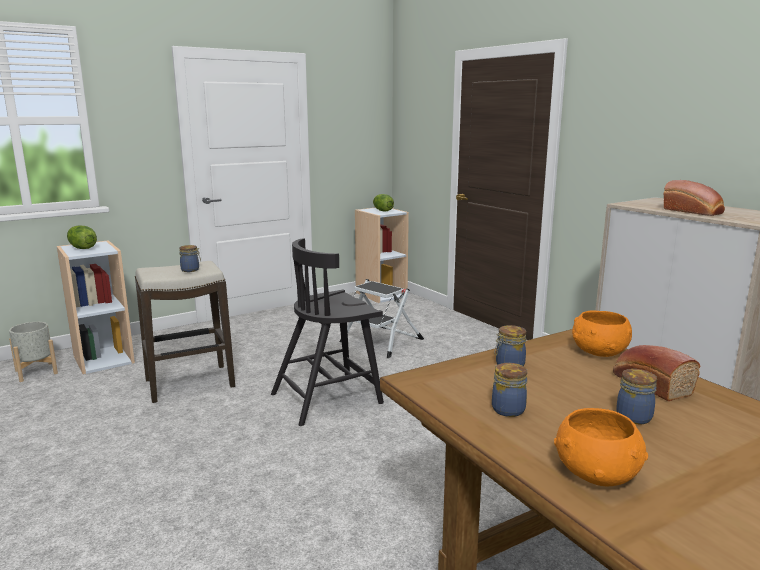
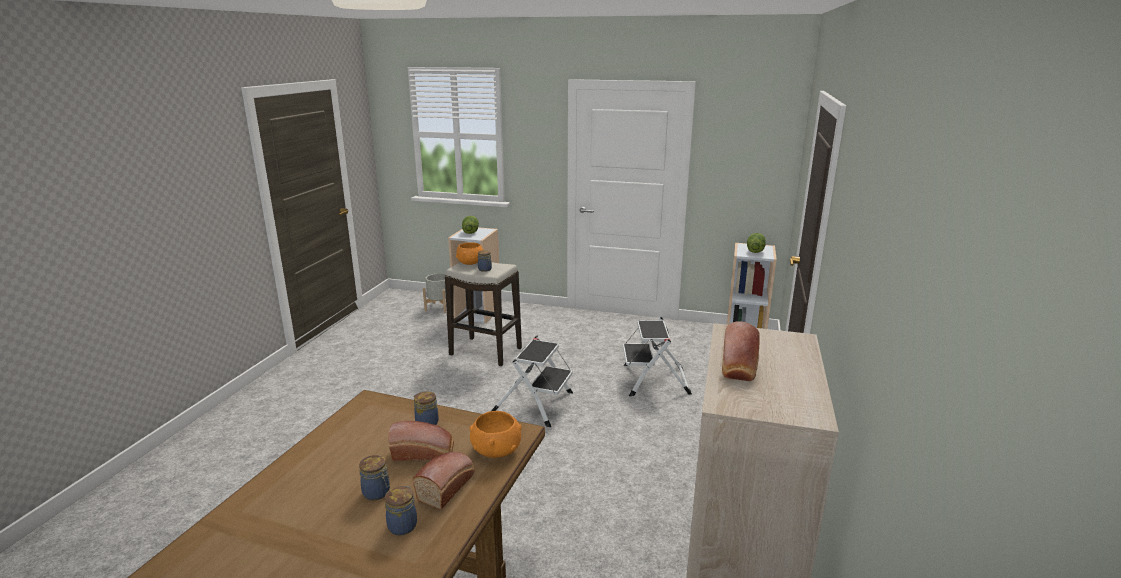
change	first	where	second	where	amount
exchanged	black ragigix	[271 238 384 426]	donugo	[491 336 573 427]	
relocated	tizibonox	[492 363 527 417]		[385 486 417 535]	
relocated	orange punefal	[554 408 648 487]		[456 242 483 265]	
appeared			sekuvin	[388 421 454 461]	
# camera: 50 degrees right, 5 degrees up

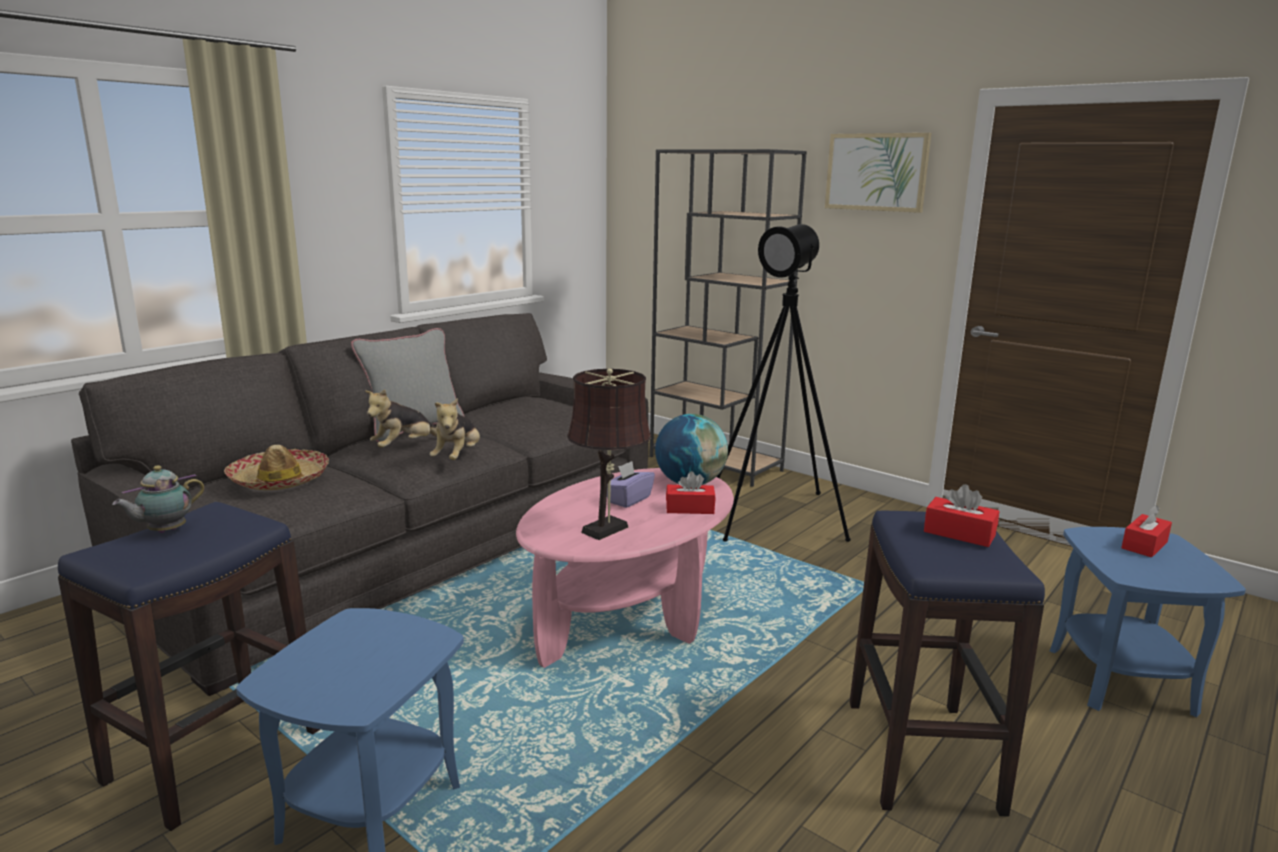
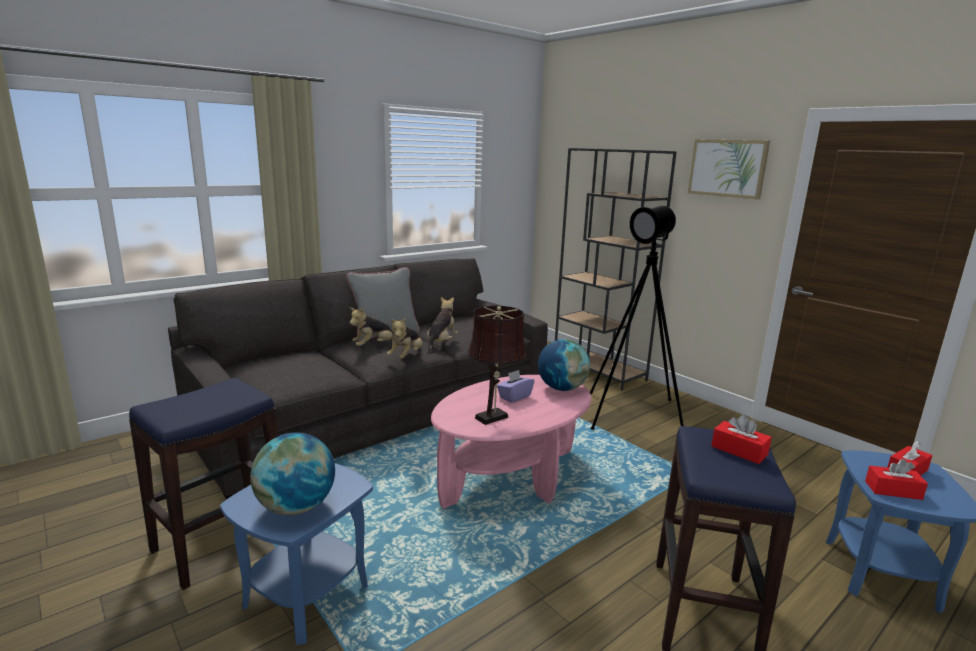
change	first	where	second	where	amount
missing	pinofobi	[112 465 205 533]			
missing	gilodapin	[224 445 329 490]			
relocated	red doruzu	[666 471 715 514]		[865 459 928 500]	
appeared			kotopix	[250 432 335 515]	
appeared			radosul	[427 297 458 352]	
# camera: 10 degrees right, 0 degrees up

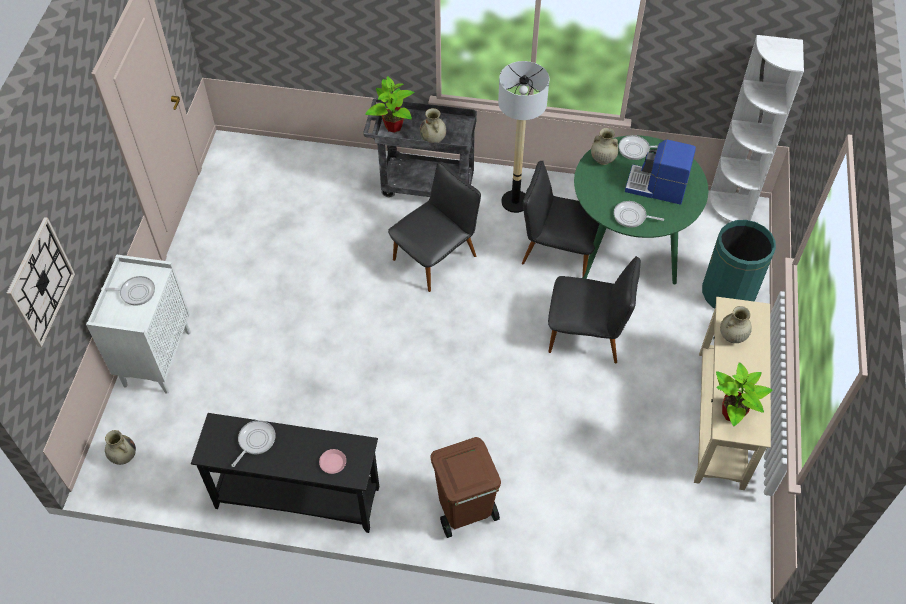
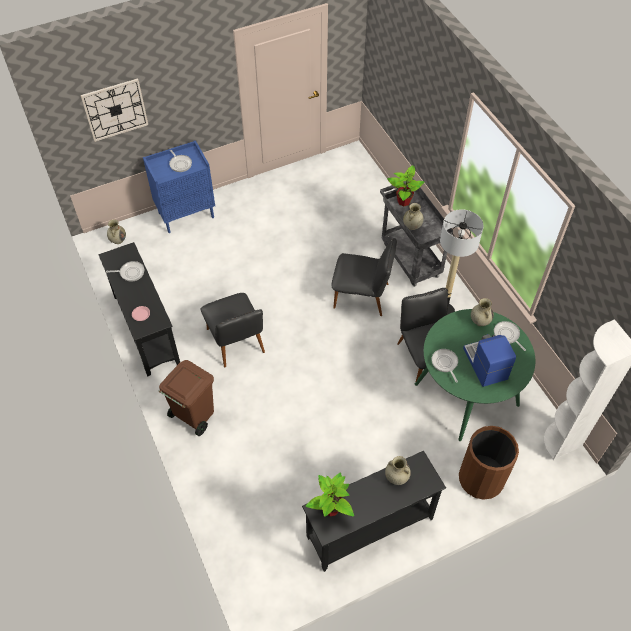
change	first	where	second	where	amount
colour	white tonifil	[86 254 191 394]	blue tonifil	[143 140 215 233]	
relocated	black ragigix	[548 256 641 363]		[201 293 265 367]	
colour	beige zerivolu	[694 297 771 490]	black zerivolu	[302 451 446 572]	
colour	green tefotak	[702 220 776 309]	brown tefotak	[459 426 519 500]	
# camera: 55 degrees right, 0 degrees up

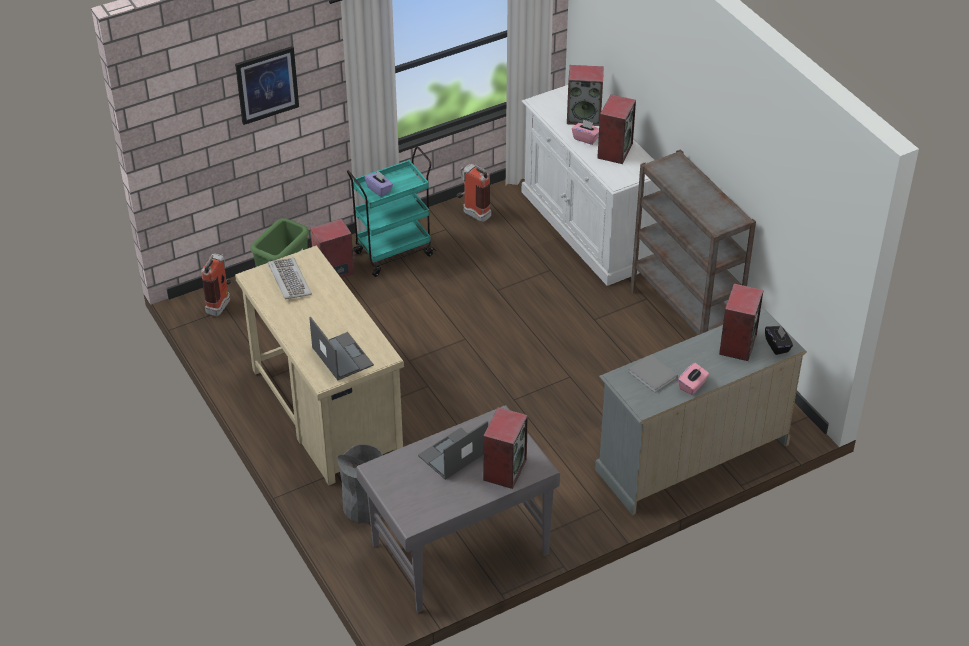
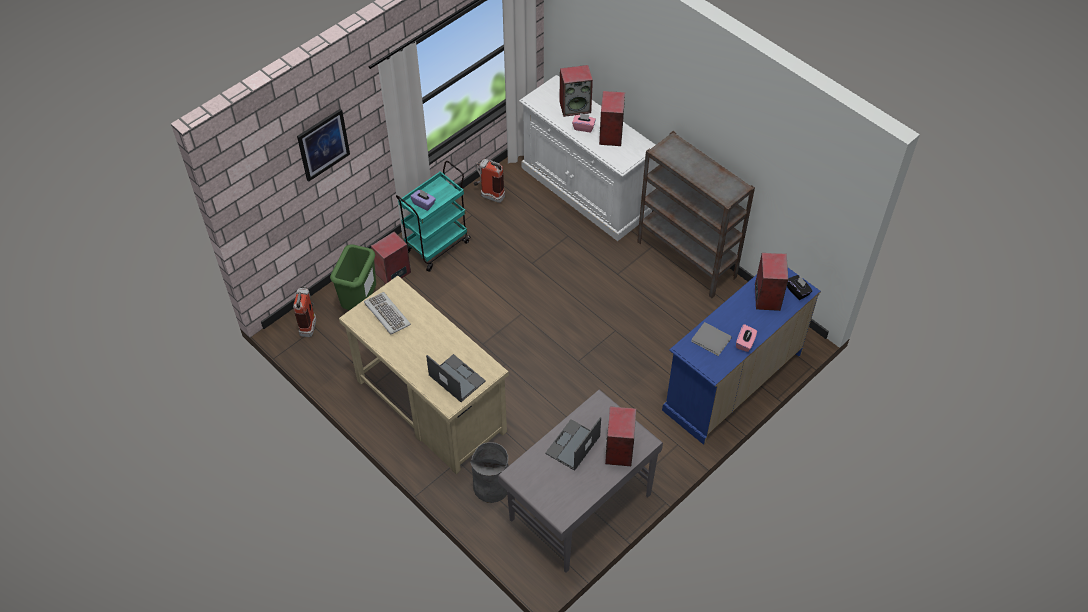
change	first	where	second	where	amount
colour	grey tonifil	[595 308 807 516]	blue tonifil	[662 268 821 445]	
# camera: 15 degrees left, 10 degrees up

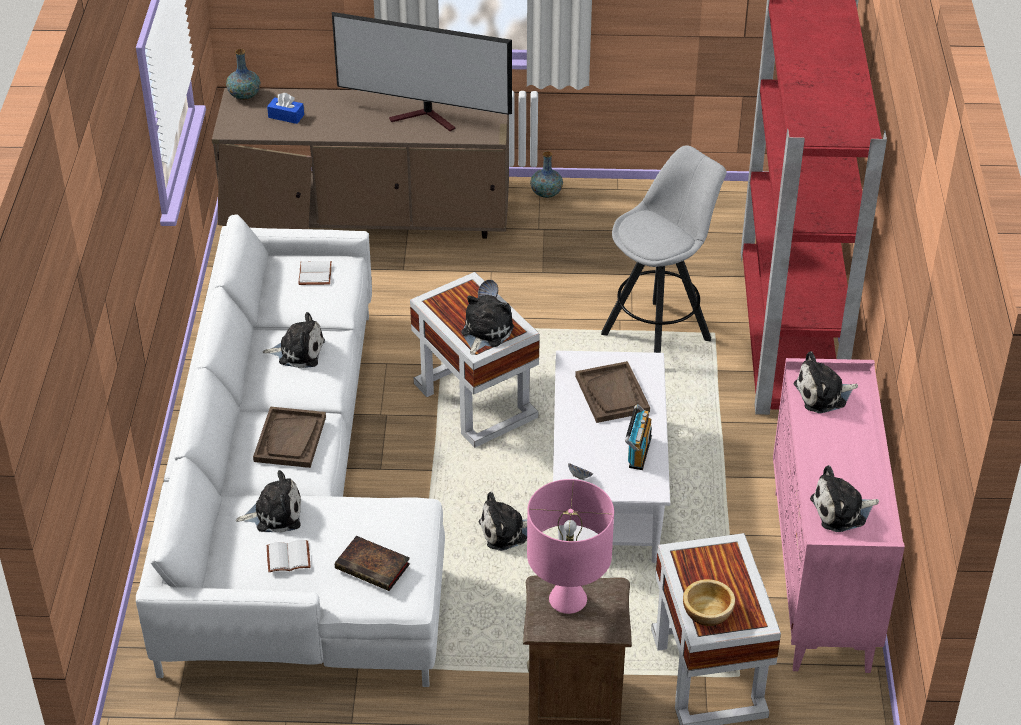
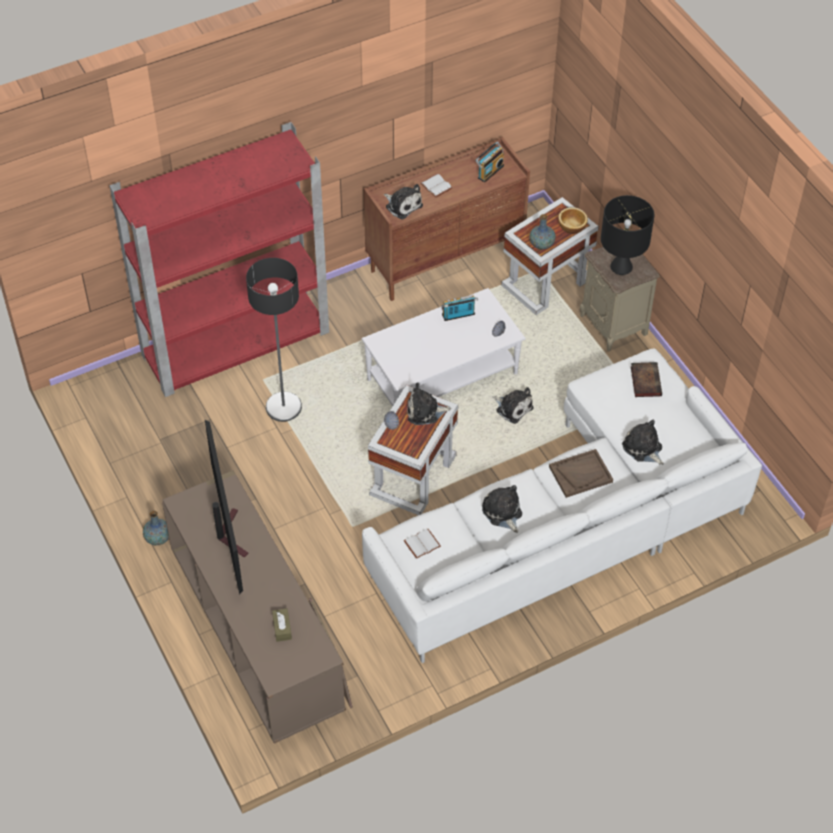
change	first	where	second	where	amount
relocated	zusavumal	[226 49 260 100]		[529 214 556 249]	
colour	blue doruzu	[267 93 304 124]	brown doruzu	[272 608 292 642]	
relocated	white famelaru	[267 540 311 572]		[420 174 453 198]	
colour	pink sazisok	[527 479 614 614]	black sazisok	[601 195 654 275]	
missing	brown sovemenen	[575 361 650 423]			
exchanged	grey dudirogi	[601 146 727 353]	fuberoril	[246 258 302 422]	
colour	pink tonifil	[773 358 905 673]	brown tonifil	[364 137 530 301]	
exchanged	radosul	[810 465 879 532]	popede	[475 142 504 182]	
# camera: 120 degrees left, 10 degrees up

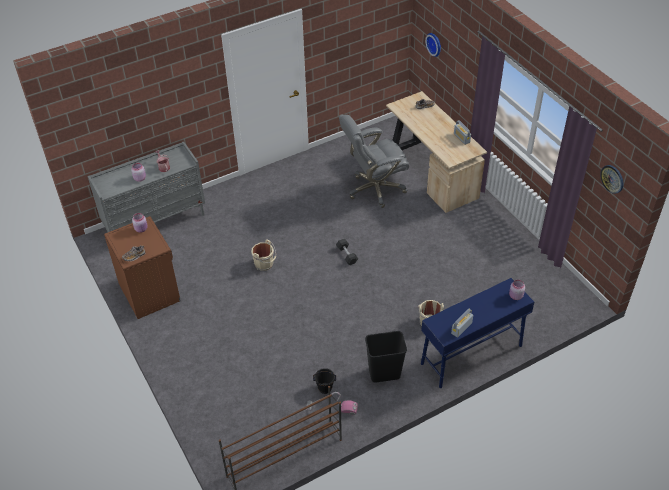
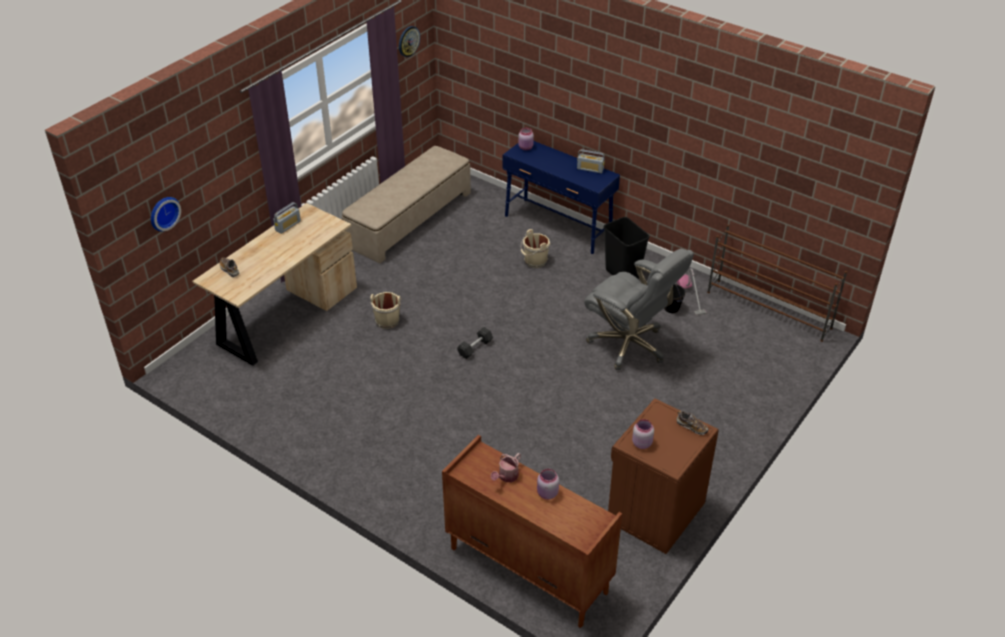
change	first	where	second	where	amount
colour	grey tonifil	[87 142 205 232]	brown tonifil	[442 435 622 628]	
relocated	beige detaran	[251 239 276 271]		[370 292 402 329]	
relocated	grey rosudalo	[339 114 409 208]		[584 249 694 370]	
appeared			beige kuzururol	[342 146 471 263]	
# camera: 115 degrees left, 5 degrees down

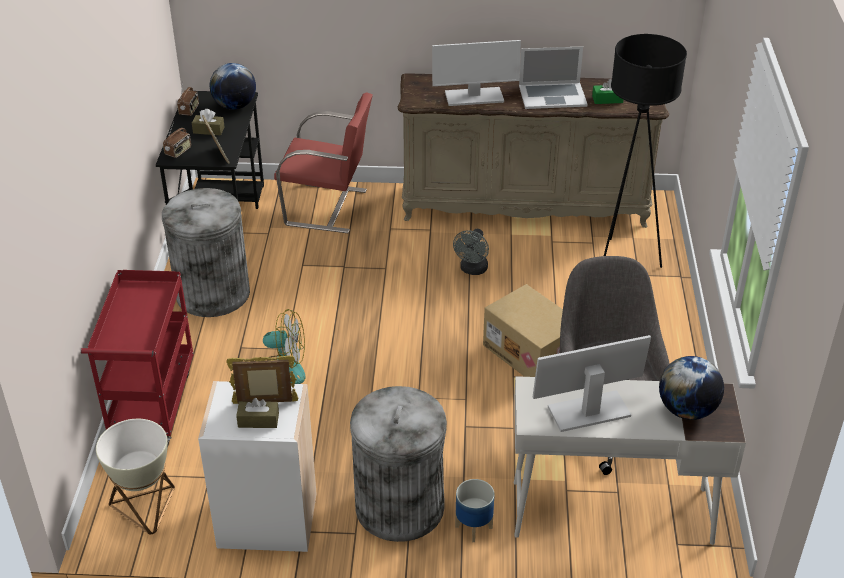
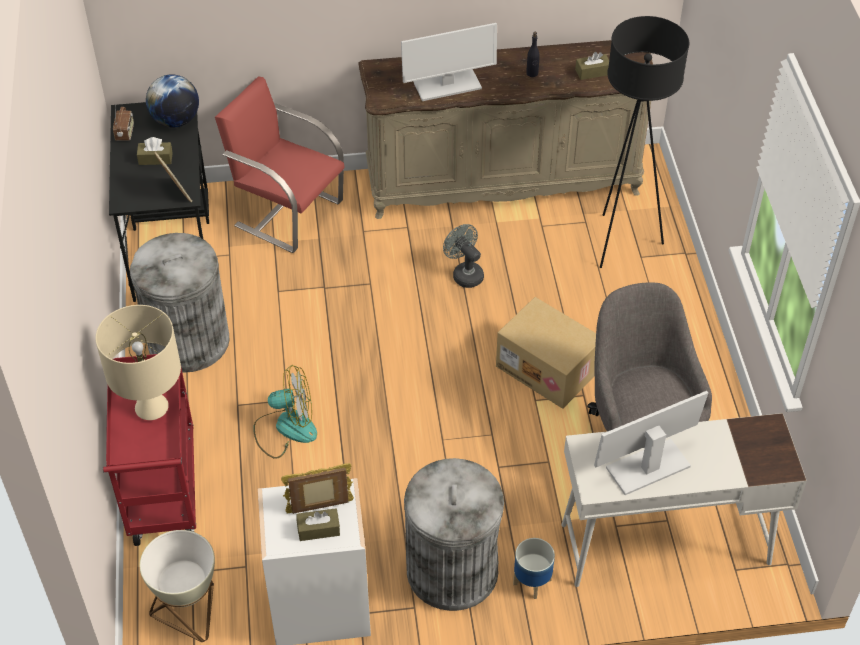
change	first	where	second	where	amount
missing	popede	[163 122 191 158]			
spun	red ragigix	[274 92 373 233]		[215 77 344 253]	150 degrees counterclockwise
spun	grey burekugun	[453 229 489 275]		[443 224 484 288]	135 degrees clockwise
exchanged	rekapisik	[519 46 588 109]	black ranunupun	[526 32 540 77]	
colour	green doruzu	[592 79 623 104]	brown doruzu	[575 52 609 80]	
missing	kotopix	[659 356 724 420]			
appeared			beige sazisok	[95 305 181 420]	
# camera: 10 degrees left, 10 degrees up

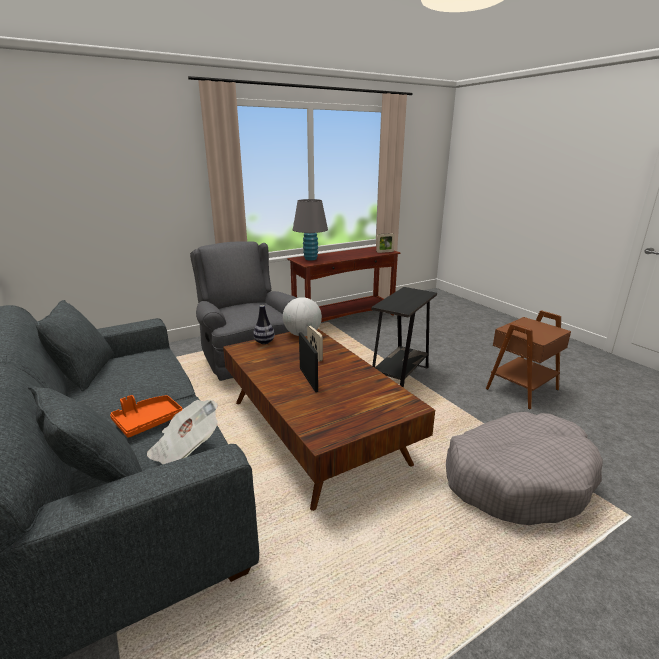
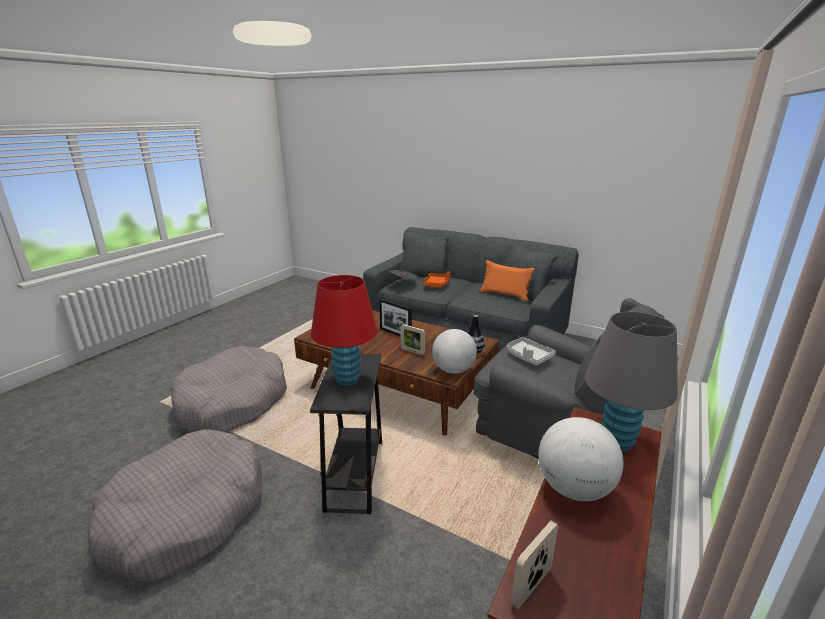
change	first	where	second	where	amount
exchanged	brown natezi	[486 310 571 409]	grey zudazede	[88 429 263 582]	
appeared			red sazisok	[311 275 378 386]	
appeared			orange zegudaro	[480 260 535 301]	
appeared			grey sovemenen	[507 337 556 365]	
appeared			kotopix	[538 417 624 501]	
# camera: 150 degrees right, 0 degrees up

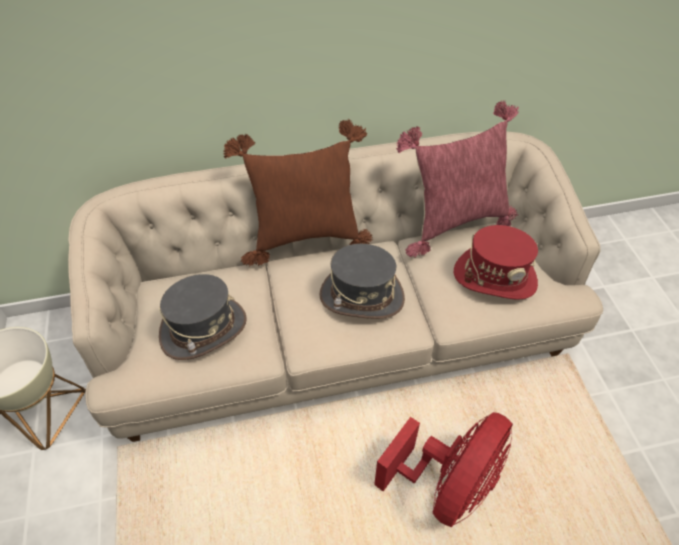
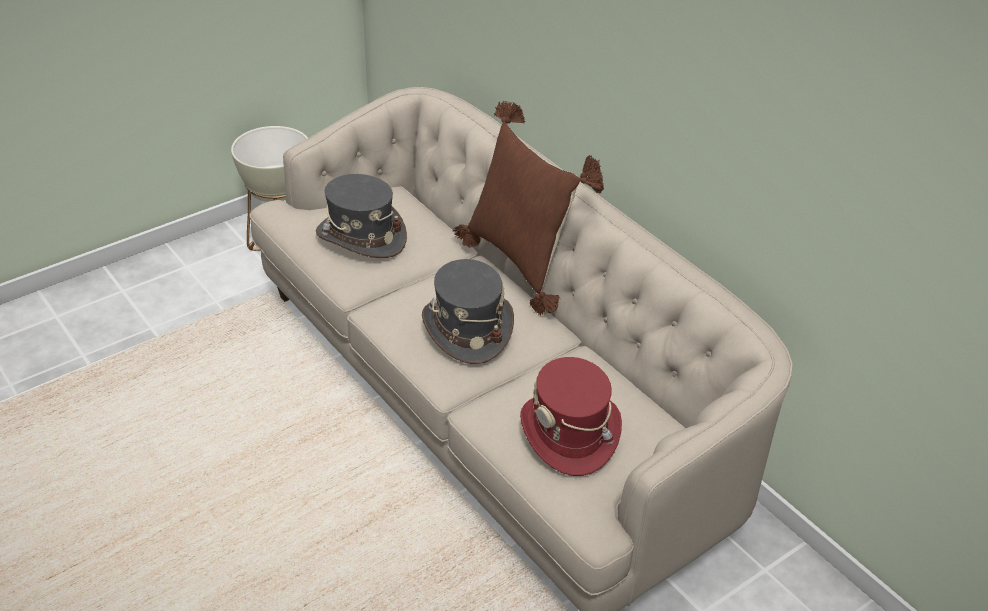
change	first	where	second	where	amount
missing	red burekugun	[374 412 513 527]			
missing	red zegudaro	[396 100 519 258]			
# camera: 65 degrees right, 10 degrees down

